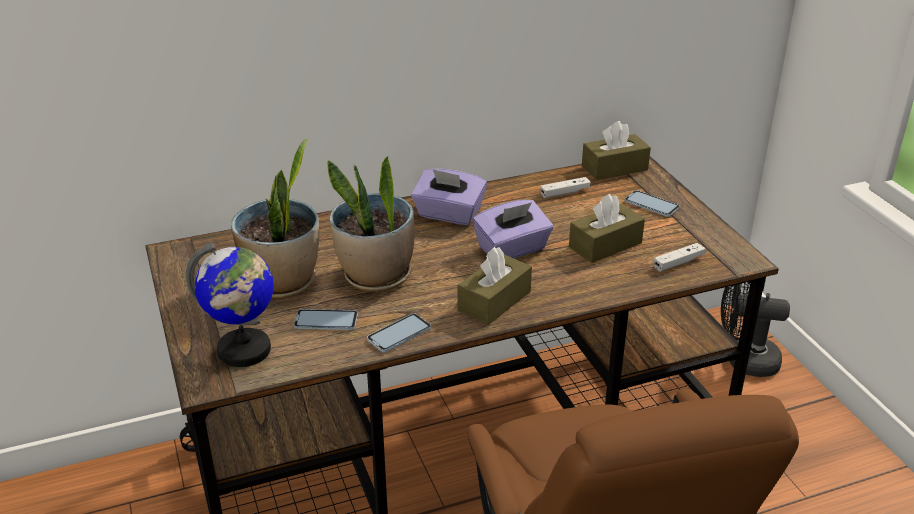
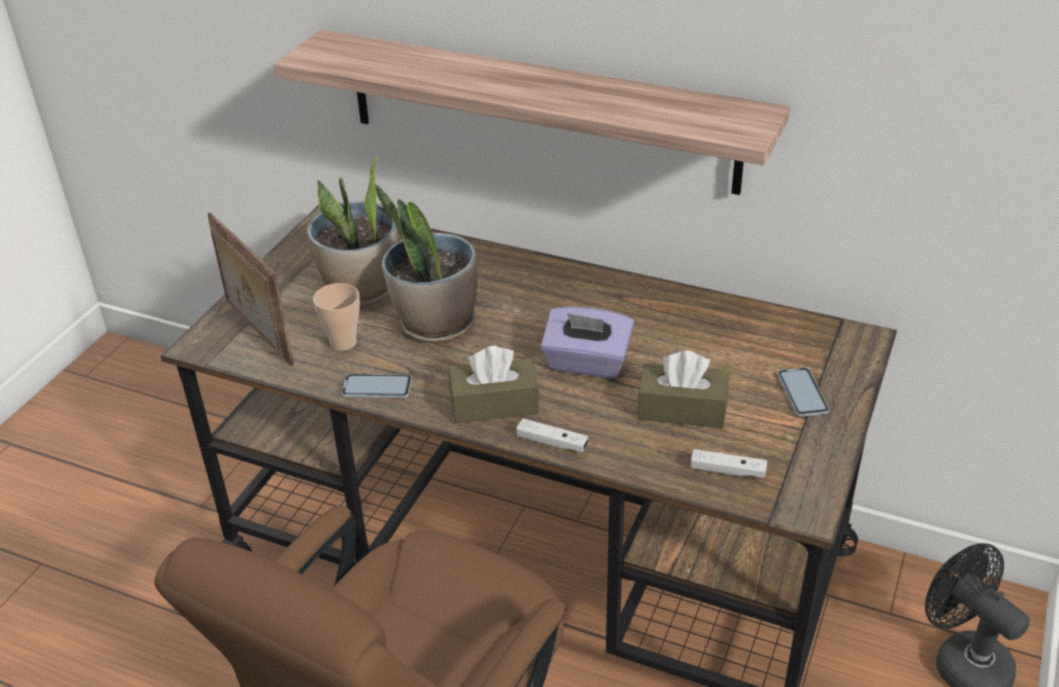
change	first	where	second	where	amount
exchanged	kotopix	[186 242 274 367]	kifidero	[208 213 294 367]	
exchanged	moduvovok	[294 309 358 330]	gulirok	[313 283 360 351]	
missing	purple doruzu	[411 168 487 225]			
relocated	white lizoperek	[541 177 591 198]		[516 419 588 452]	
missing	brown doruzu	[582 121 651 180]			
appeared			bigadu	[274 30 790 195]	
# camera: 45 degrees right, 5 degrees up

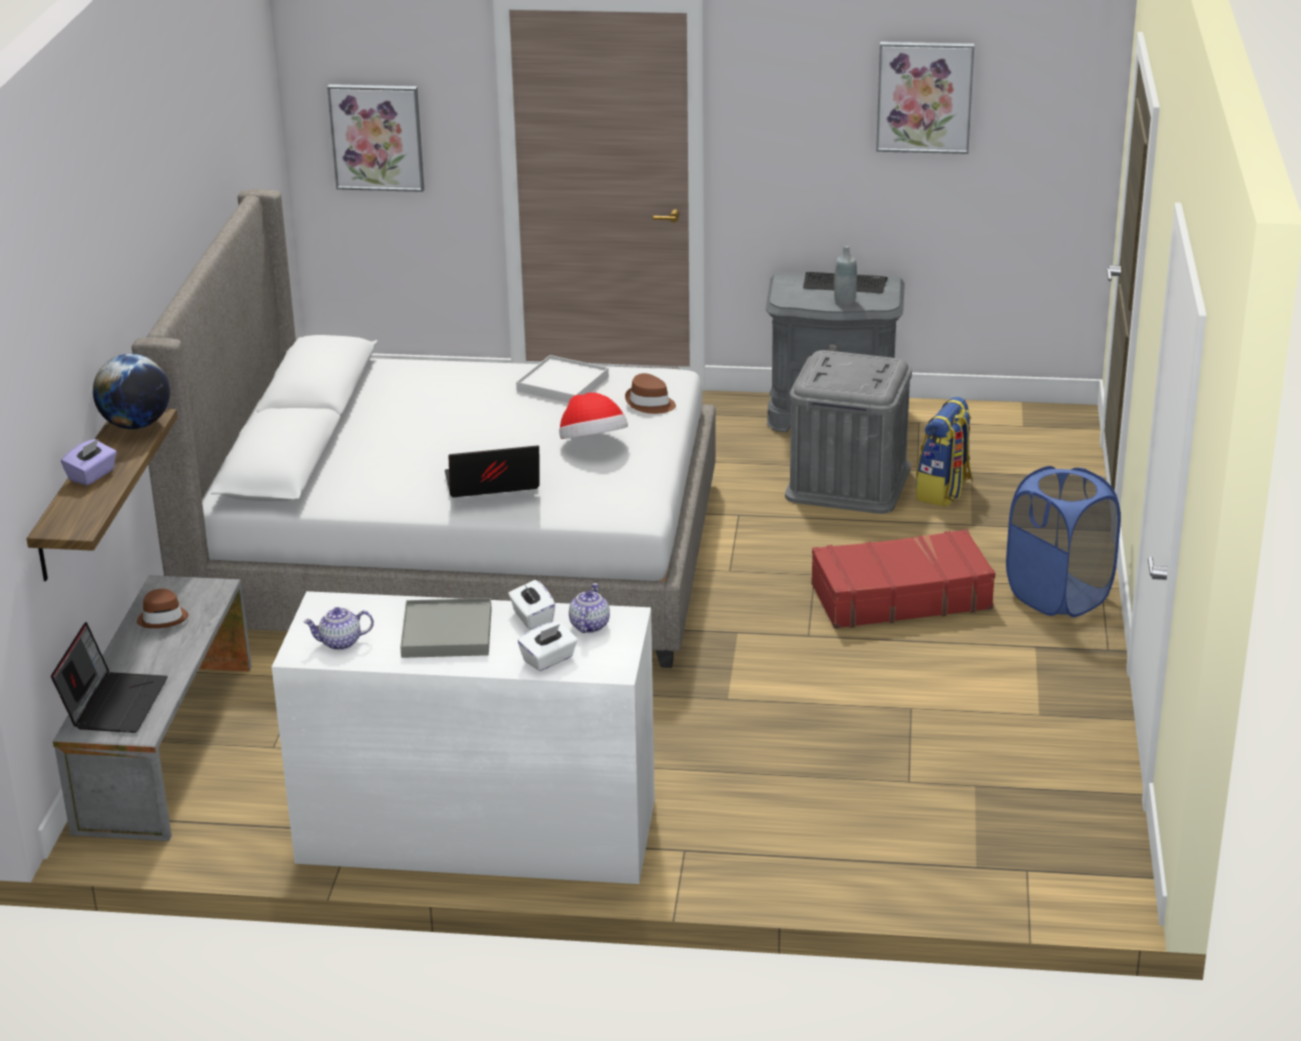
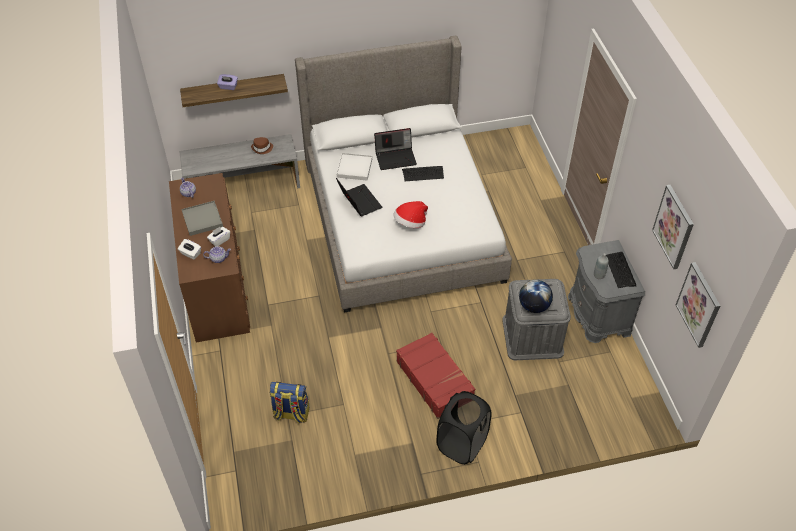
change	first	where	second	where	amount
relocated	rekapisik	[51 622 168 733]		[374 128 417 170]	
relocated	kotopix	[93 354 170 429]		[519 280 553 313]	
colour	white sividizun	[272 591 655 884]	brown sividizun	[169 173 250 343]	
relocated	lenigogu	[327 84 424 192]		[676 262 720 348]	
relocated	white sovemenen	[516 355 609 403]		[337 153 372 181]	
missing	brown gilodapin	[625 373 676 414]			
relocated	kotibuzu	[916 397 973 507]		[270 382 309 424]	
colour	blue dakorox	[1006 466 1121 617]	black dakorox	[437 391 492 465]	
appeared			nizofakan	[402 166 444 181]	
# camera: 70 degrees right, 20 degrees up

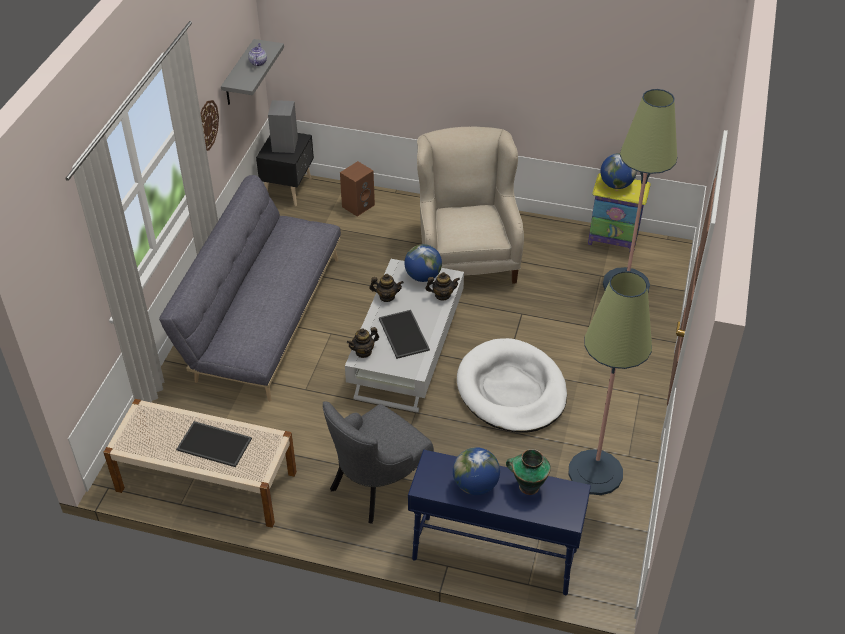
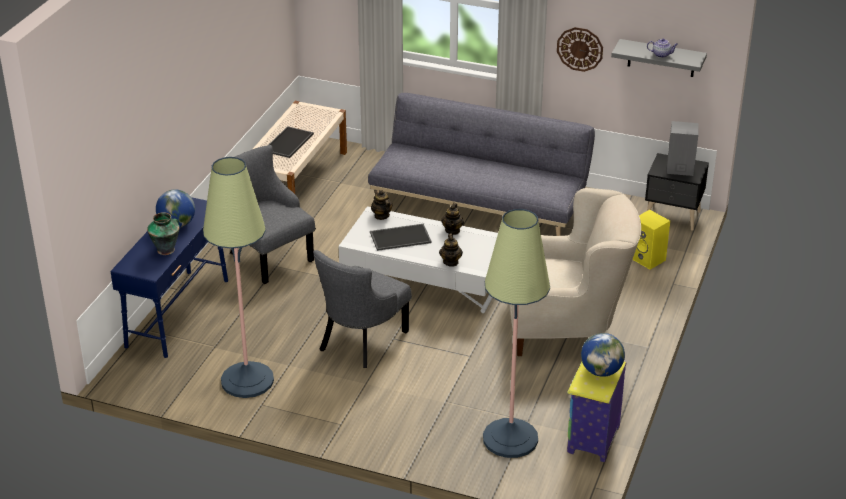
change	first	where	second	where	amount
colour	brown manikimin	[340 161 375 217]	yellow manikimin	[632 210 670 270]	
missing	kotopix	[404 244 442 282]			
exchanged	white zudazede	[457 338 567 433]	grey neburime	[313 250 412 368]	
# camera: 95 degrees right, 10 degrees down

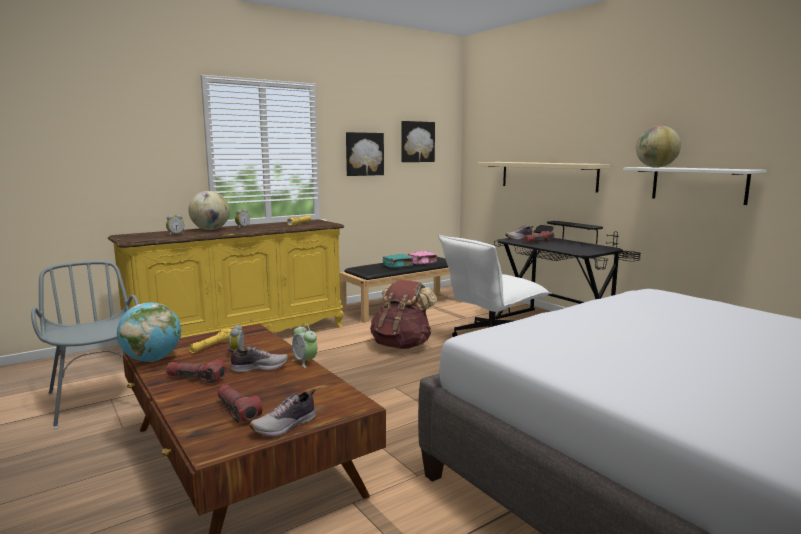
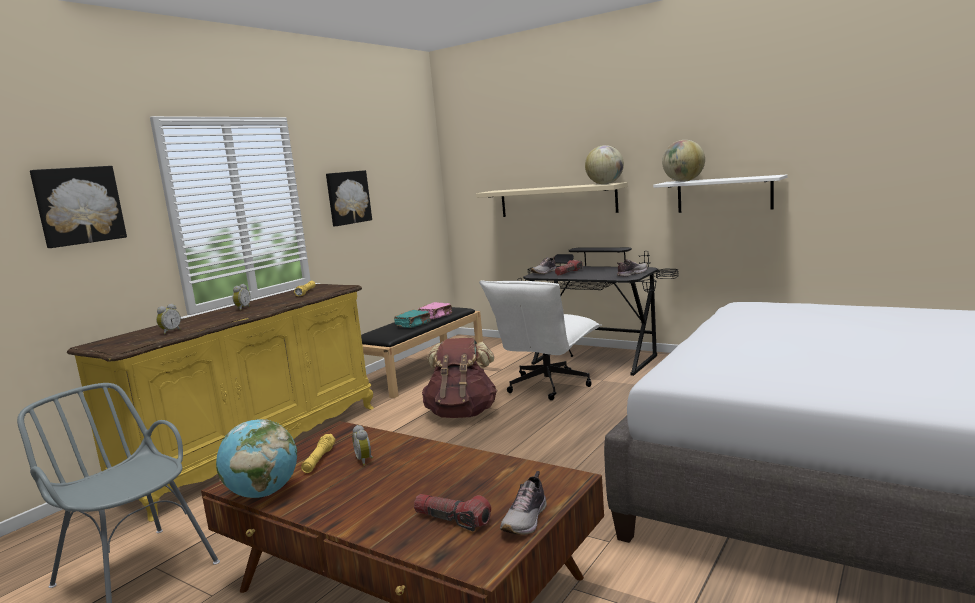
change	first	where	second	where	amount
missing	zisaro	[166 360 227 383]			
relocated	kotopix	[188 191 230 230]		[585 145 624 184]	
relocated	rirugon	[228 346 288 373]		[617 259 648 276]	
missing	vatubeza	[292 323 317 368]			
relocated	lenigogu	[401 121 435 162]		[30 166 127 248]	
# camera: 20 degrees left, 0 degrees up

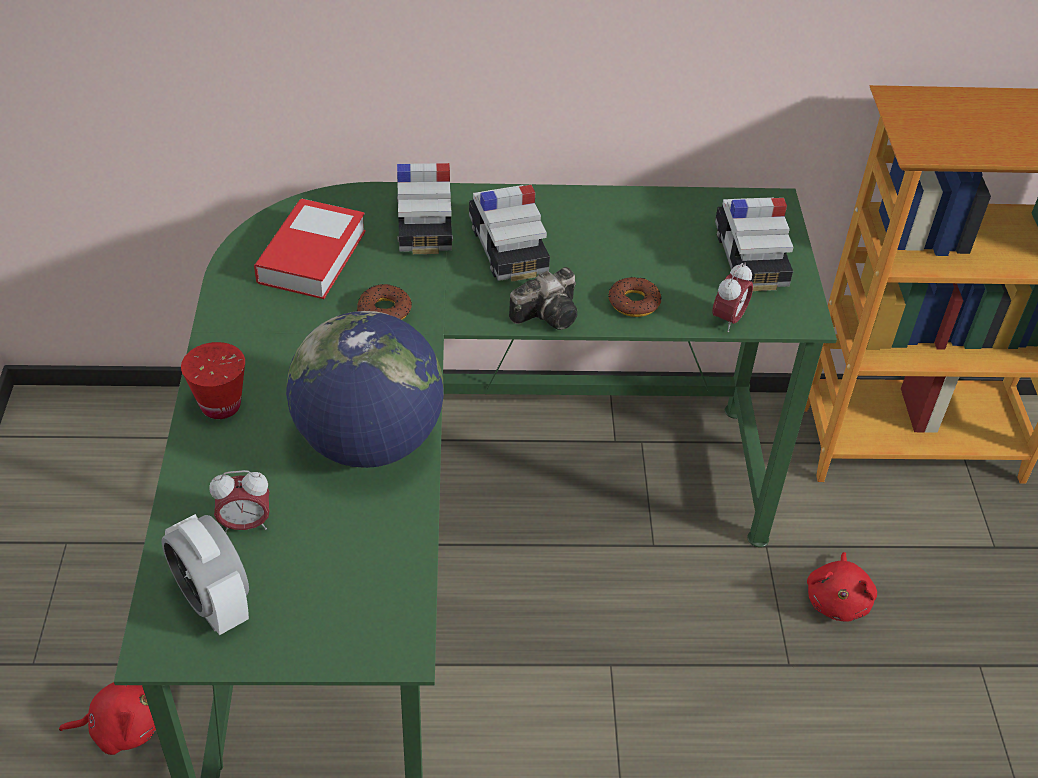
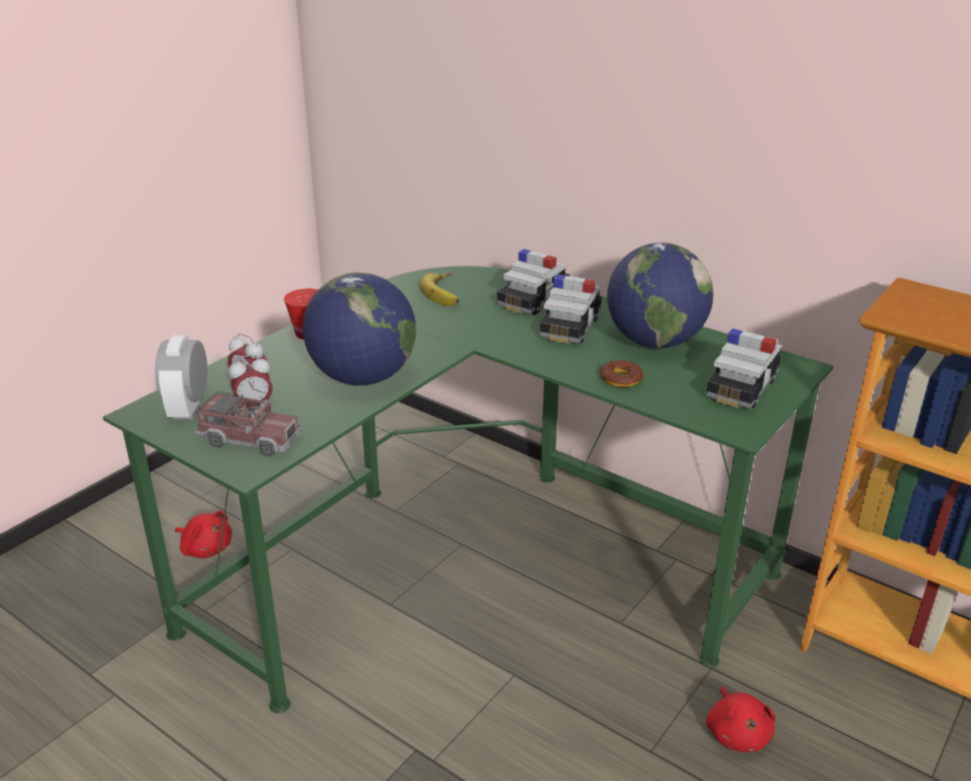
change	first	where	second	where	amount
exchanged	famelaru	[254 199 366 299]	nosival	[419 273 459 306]	
missing	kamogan	[357 284 412 320]			
missing	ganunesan	[509 267 577 330]			
relocated	vatubeza	[712 263 753 332]		[228 354 273 407]	
spun	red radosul	[807 552 877 622]		[706 687 776 752]	60 degrees counterclockwise
appeared			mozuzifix	[194 391 302 457]	
appeared			kotopix	[607 243 713 348]	
# camera: 40 degrees right, 15 degrees down

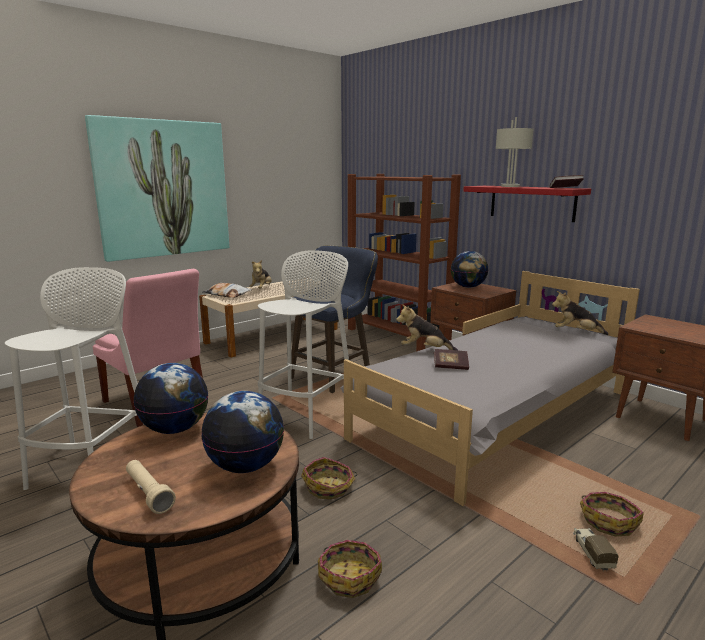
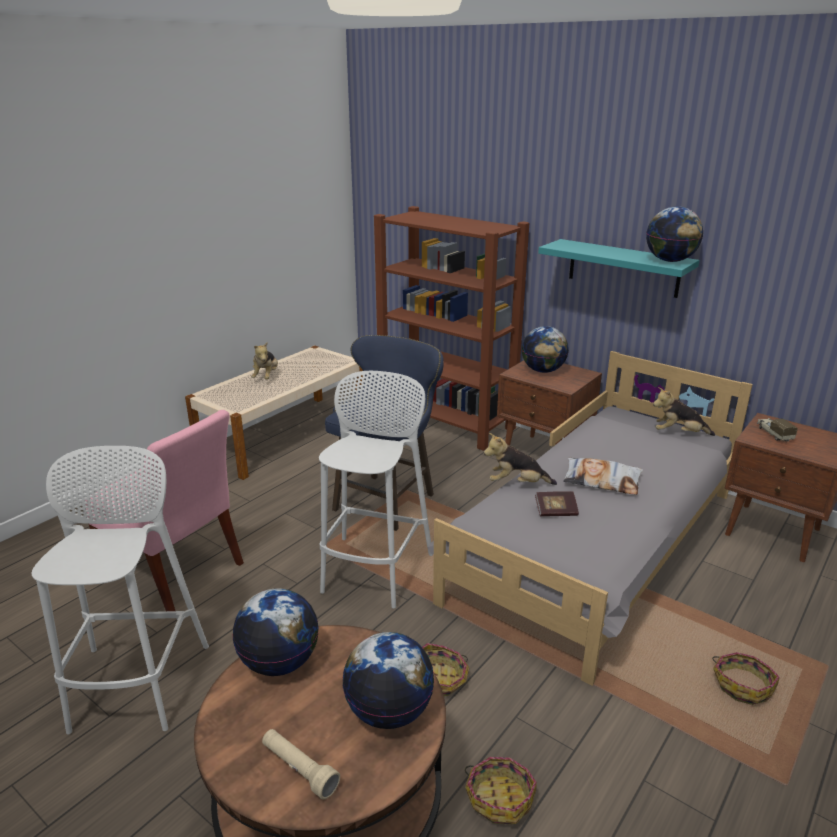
change	first	where	second	where	amount
missing	lenigogu	[85 115 229 262]			
relocated	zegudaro	[203 283 252 298]		[563 457 643 495]	
colour	red bigadu	[463 186 591 222]	turquoise bigadu	[538 239 700 298]	
missing	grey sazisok	[496 117 534 187]			
exchanged	famelaru	[550 175 584 188]	kotopix	[646 206 703 262]	
relocated	mozuzifix	[573 528 619 571]		[757 418 798 442]	
# camera: 10 degrees left, 10 degrees up

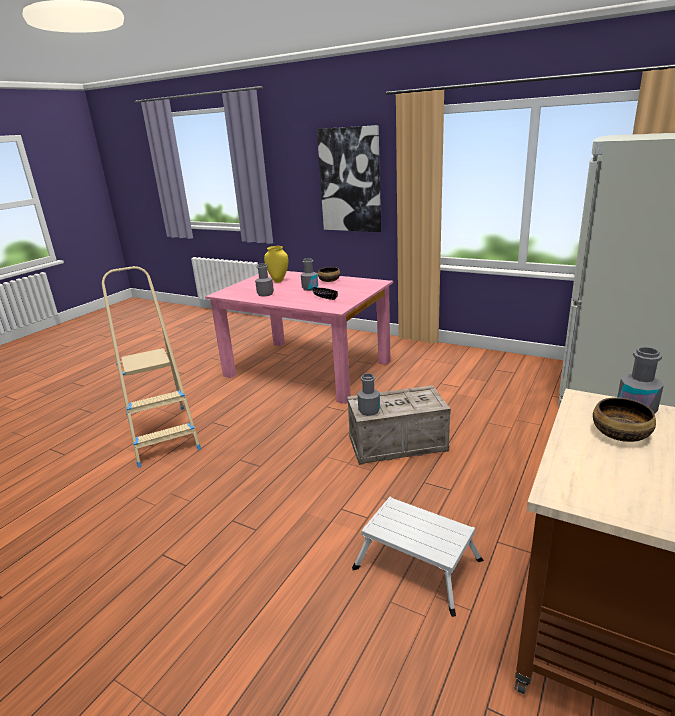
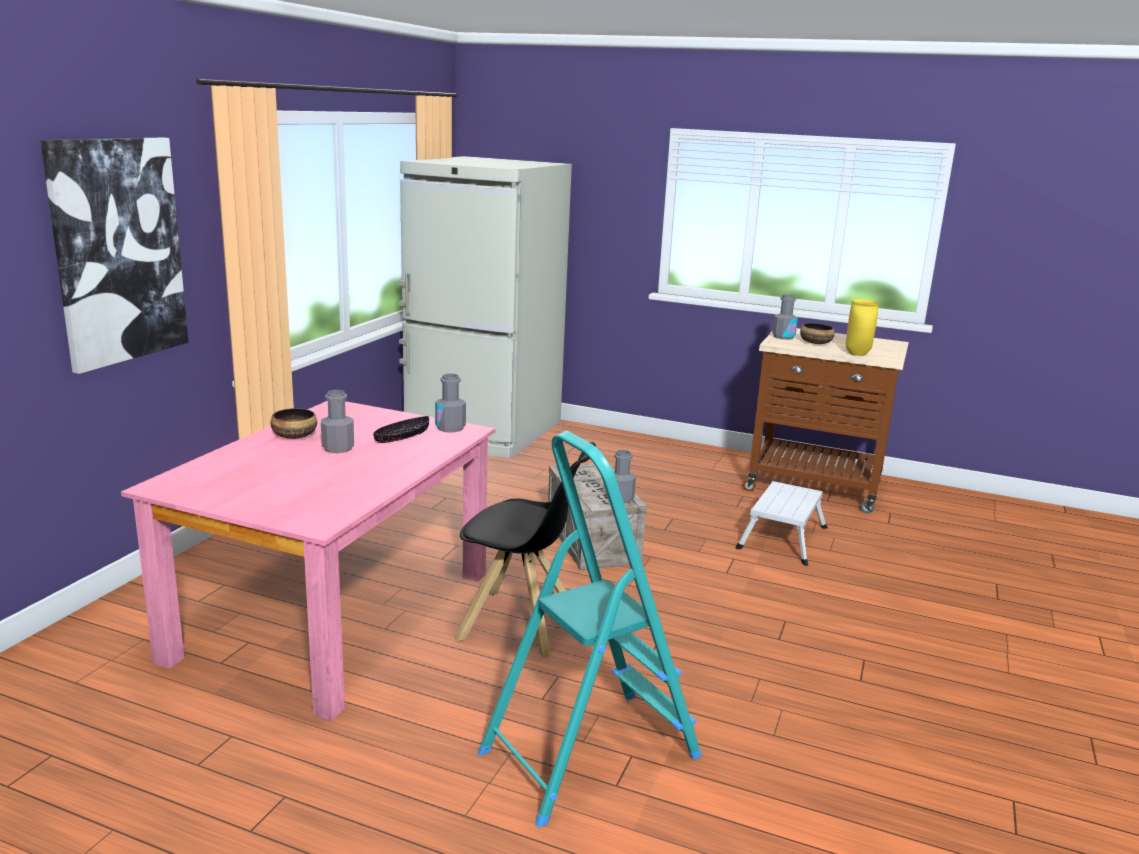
change	first	where	second	where	amount
colour	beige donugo	[102 266 201 468]	turquoise donugo	[478 431 702 827]	
relocated	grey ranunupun	[255 263 274 297]		[435 374 466 433]	
relocated	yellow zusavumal	[264 246 288 283]		[846 299 879 356]	
appeared			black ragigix	[454 442 596 658]	
# camera: 100 degrees left, 5 degrees down

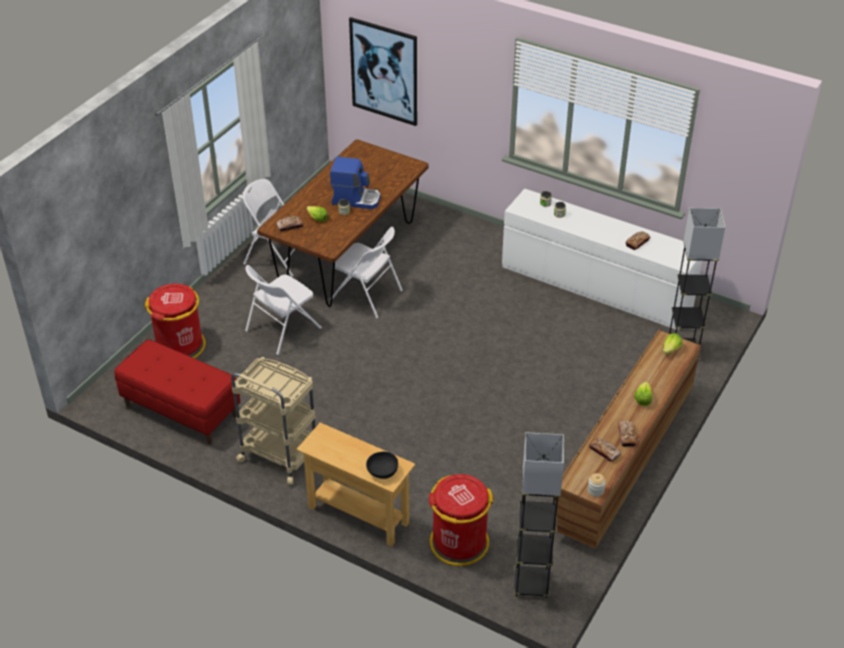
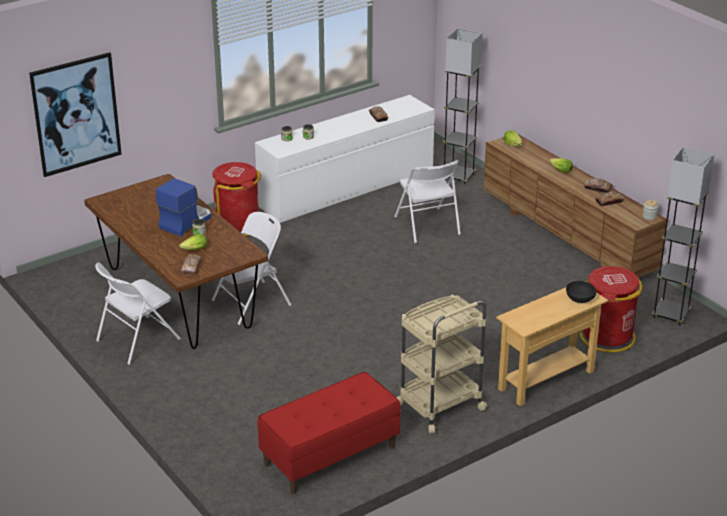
change	first	where	second	where	amount
relocated	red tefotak	[145 284 206 359]		[212 162 261 236]	
relocated	white ragigix	[245 265 322 355]		[394 160 461 243]	
# camera: 65 degrees left, 10 degrees down

